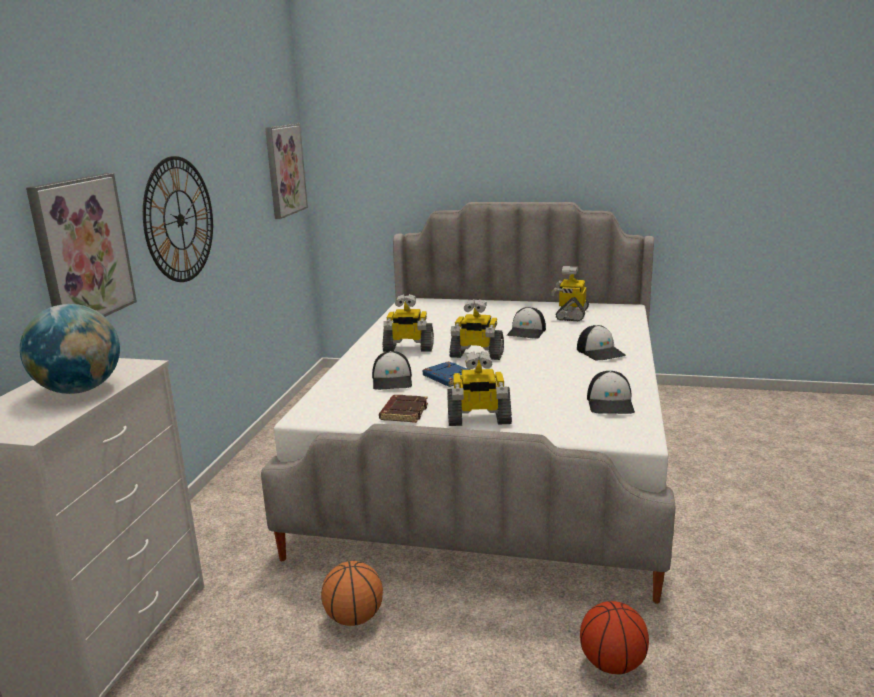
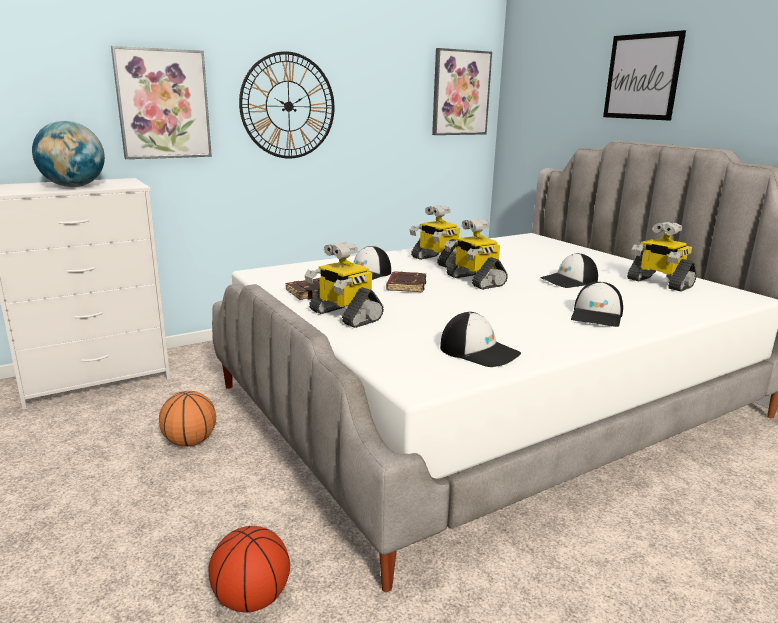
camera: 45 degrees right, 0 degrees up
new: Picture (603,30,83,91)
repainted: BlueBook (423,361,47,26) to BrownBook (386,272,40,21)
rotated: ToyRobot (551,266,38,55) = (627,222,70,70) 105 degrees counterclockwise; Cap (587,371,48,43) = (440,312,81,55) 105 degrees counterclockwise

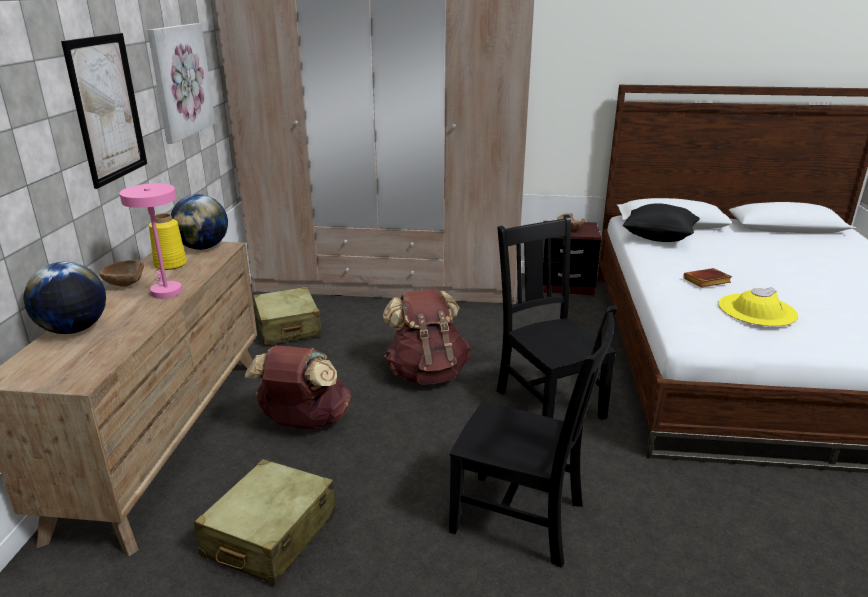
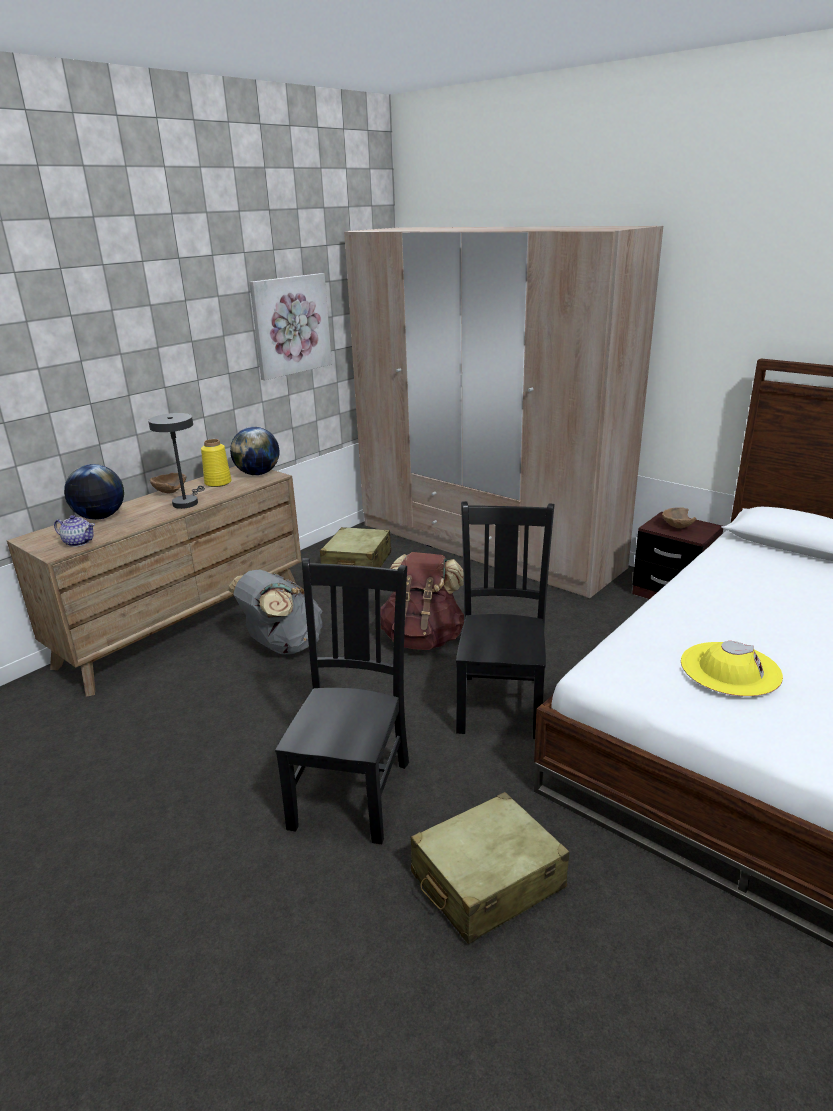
camera: 35 degrees right, 0 degrees up
gone: Picture (61,33,86,156); BlackPillow (622,203,78,39); BrownBook (683,268,49,19)
new: Teapot (54,515,41,32)
shifted: BeigeSuitcase (194,459,142,125) to (411,792,158,152)
repainted: PinkTableLamp (119,183,63,116) to GreyTableLamp (148,413,57,96); BrownBackpack (245,345,106,84) to GreyBackpack (227,570,96,85)
rotated: BlackChair (449,305,168,263) = (275,558,134,286) 135 degrees counterclockwise

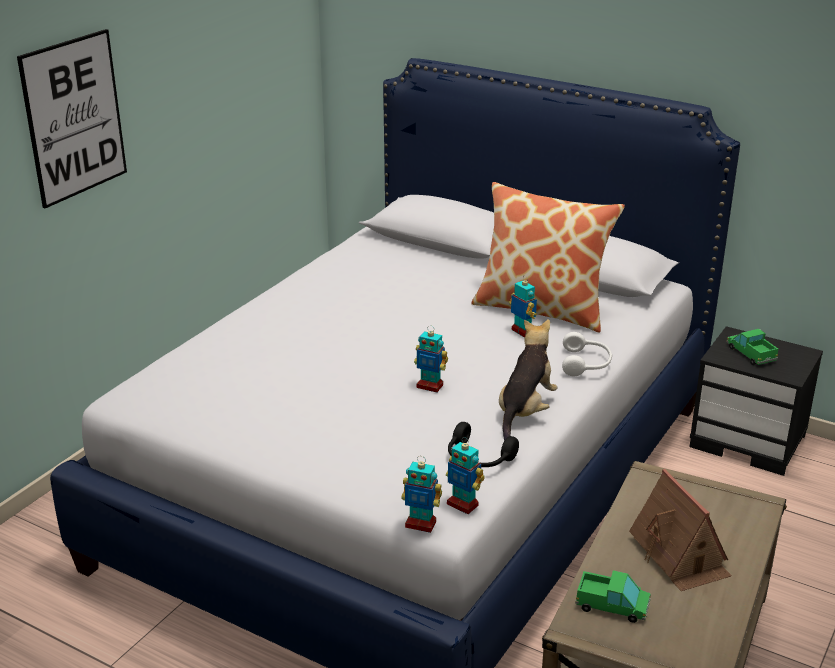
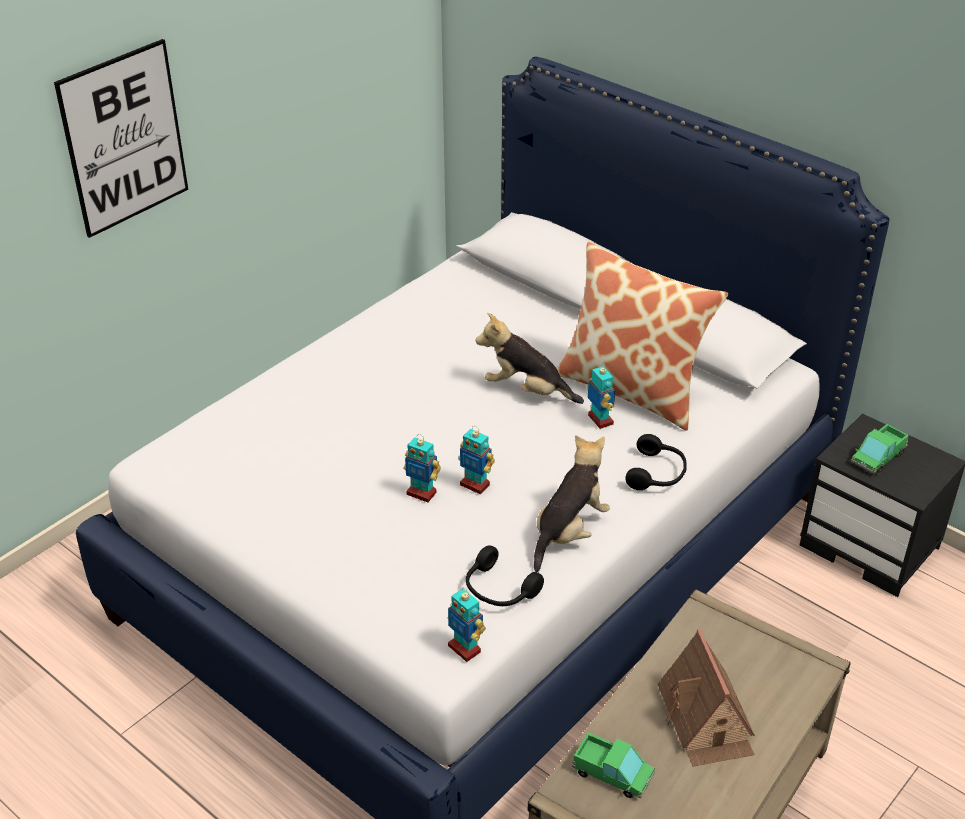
camera: 10 degrees right, 10 degrees up
new: PlushToy (476,313,108,91)
shifted: ToyRobot (401,456,41,77) to (403,434,38,68)
repainted: WhiteHeadphones (562,332,50,44) to BlackHeadphones (625,434,62,56)
rotated: ToyTruck (726,329,52,36) = (851,424,58,50) 120 degrees counterclockwise

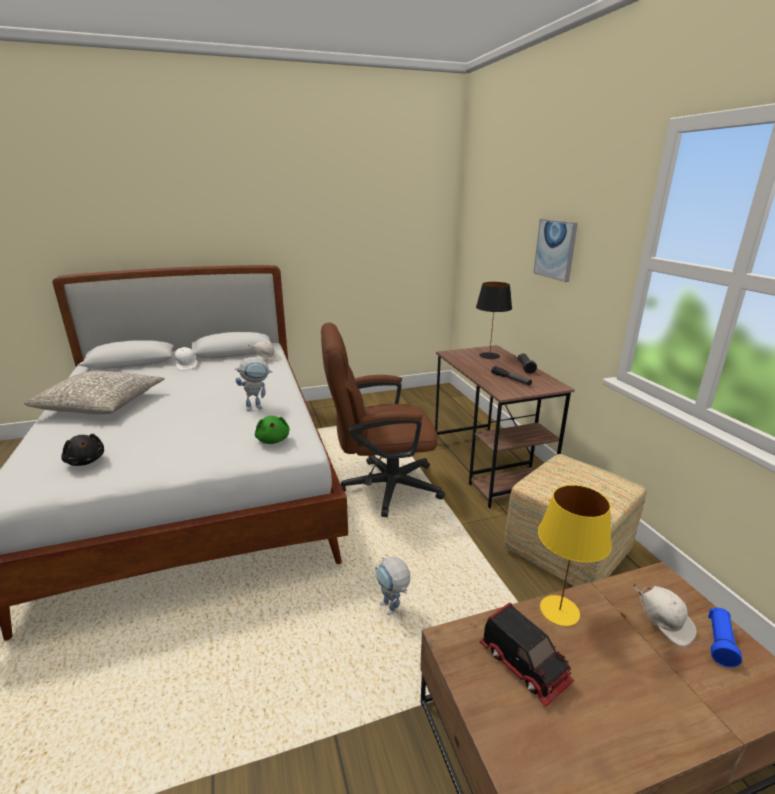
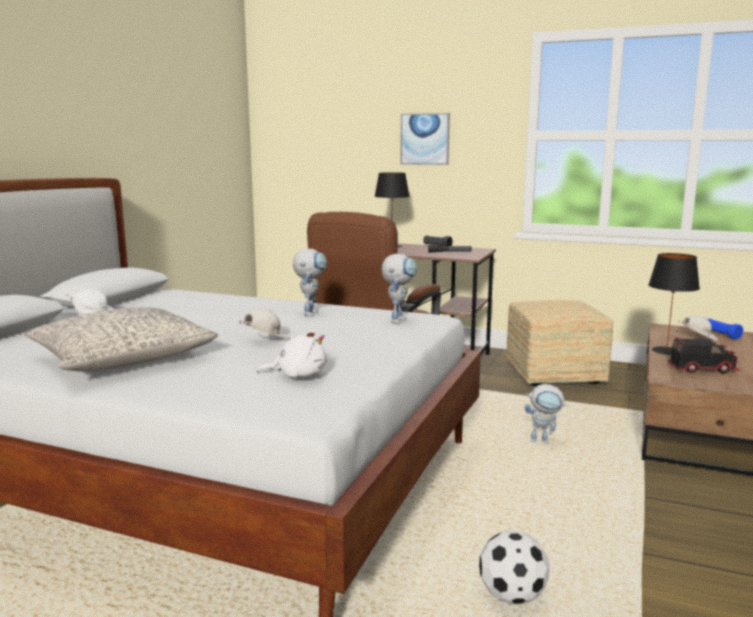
camera: 50 degrees left, 10 degrees down
new: Football (479,531,71,73)
shifted: WhiteCap (248,341,33,20) to (239,309,51,29)
swapped: GreenPlushToy (255,416,35,28) to ToyRobot (381,253,36,71)
repainted: BlackPlushToy (61,434,43,32) to WhitePlushToy (257,329,70,49); YellowTableLamp (538,485,74,141) to BlackTableLamp (648,253,52,102)

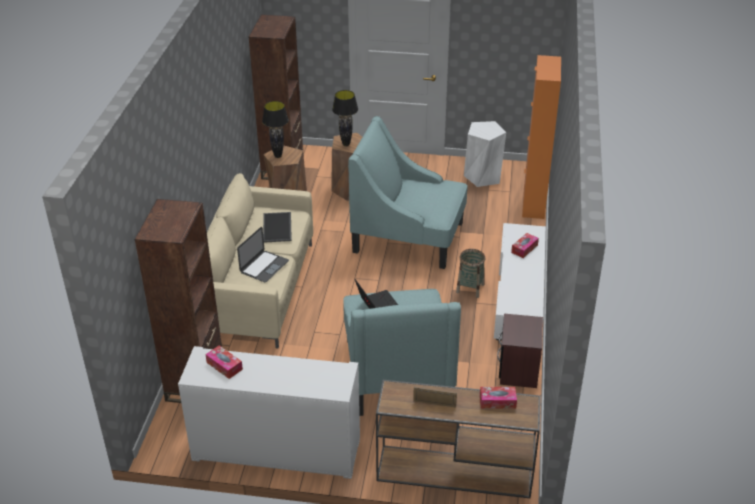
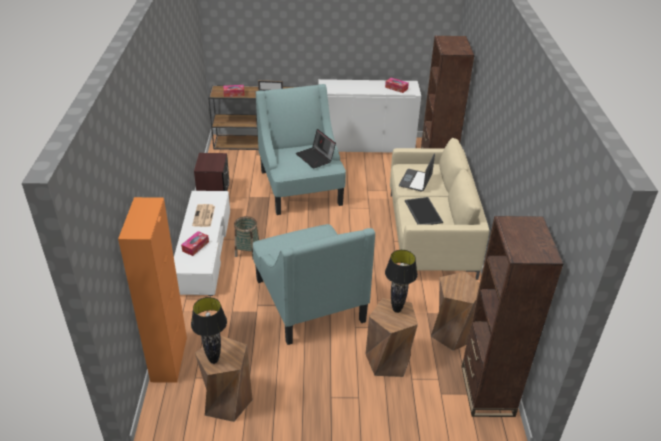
camera: 170 degrees right, 0 degrees up
new: Newspaper (192,204,23,23)
shifted: BlackTableLamp (262,101,27,57) to (191,297,36,67)
repainted: WhiteStool (464,121,42,66) to BrownStool (195,335,58,87)
rotated: TurquoiseArmchair (348,116,119,153) = (253,224,122,121) 60 degrees clockwise

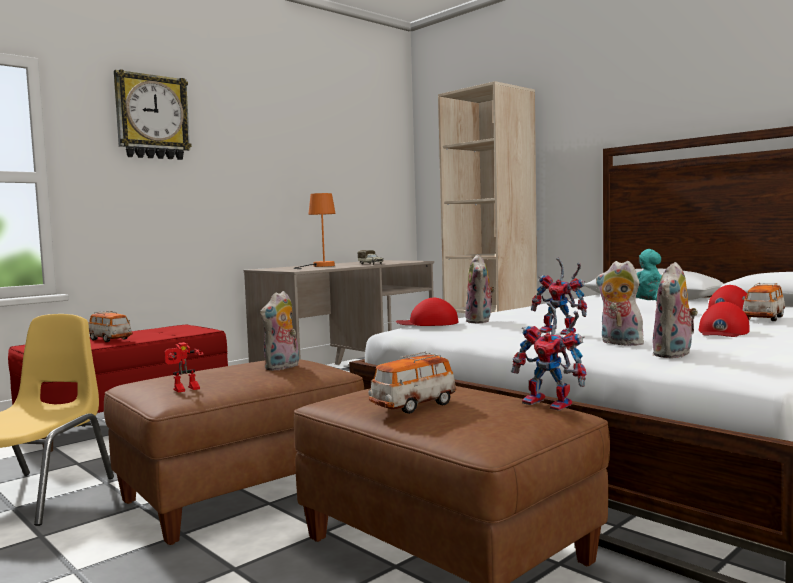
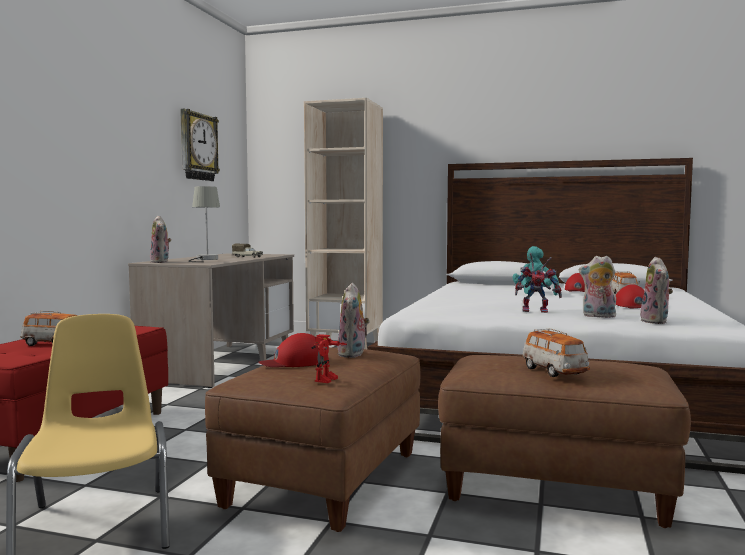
camera: 30 degrees left, 0 degrees up
gone: ToyRobot (511,302,75,109)
shifted: WallClock (114,69,78,91) to (180,109,40,72); RedCap (396,298,62,28) to (259,333,70,34); PlushToy (465,254,30,70) to (150,216,21,47)
repainted: OrangeTableLamp (294,193,42,76) to GreyTableLamp (188,186,32,76)
rotated: ToyCar (368,352,89,62) = (522,328,68,49) 45 degrees counterclockwise

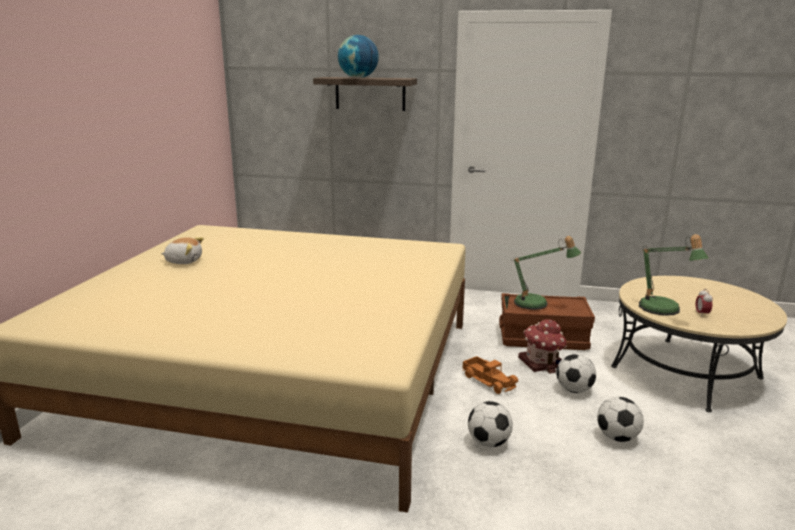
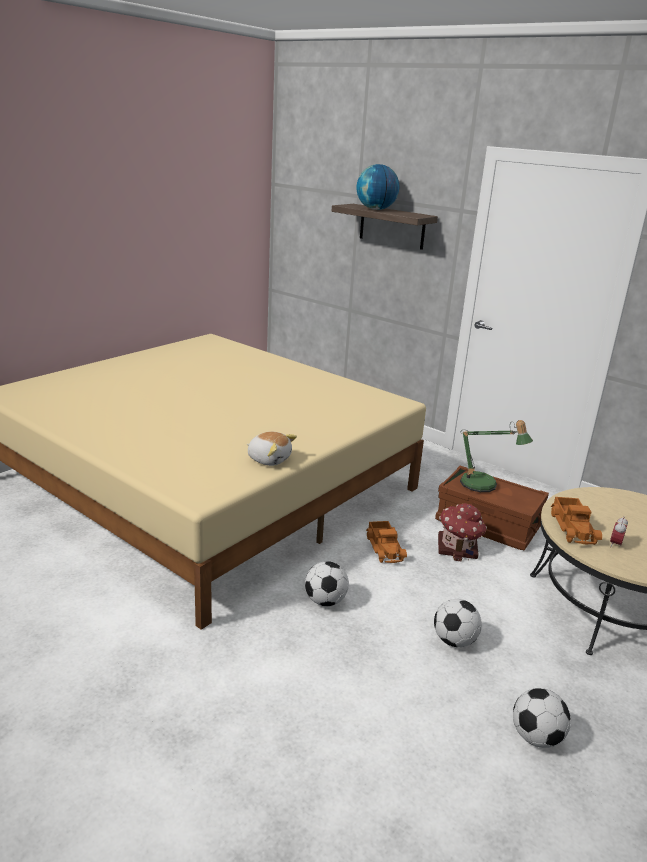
camera: 25 degrees right, 5 degrees up
shifted: PlushToy (161,237,43,27) to (247,432,50,34); Football (556,354,40,39) to (513,688,58,60)
swapped: TableLamp (639,234,70,82) to ToyTruck (550,497,52,48)

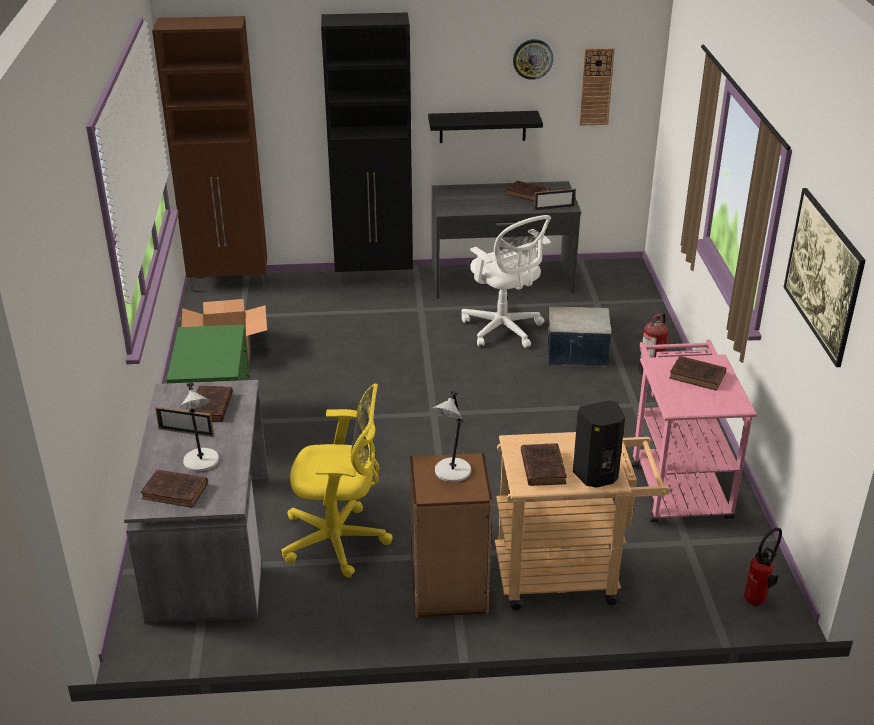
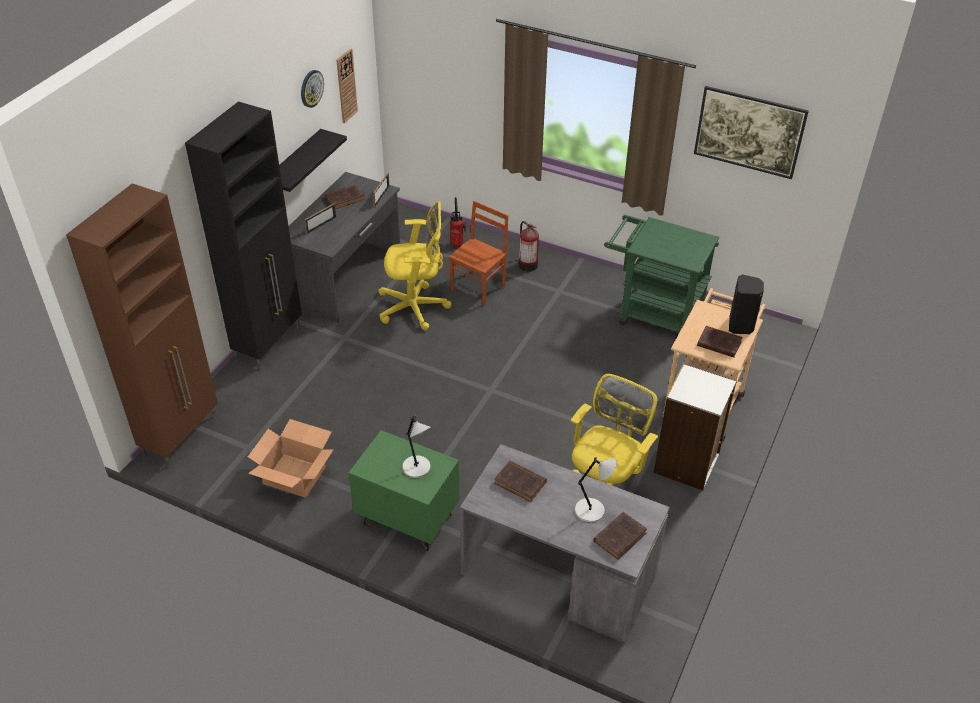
camera: 60 degrees left, 10 degrees up
gone: BrownBook (669,356,57,35)
shifted: PictureFrame (155,406,59,31) to (304,203,33,32); GreyTableLamp (433,391,38,91) to (402,416,29,62); FireExtinguisher (744,528,38,78) to (450,197,16,51)
swapped: StorageBox (547,306,65,62) to BrownChair (449,201,59,105)
repainted: BrownBookcase (410,453,83,165) to WhiteBookcase (654,363,83,127); WhiteOfficeChair (461,215,90,133) to YellowOfficeChair (379,201,72,129); PinkCart (630,340,127,183) to GreenCart (604,215,115,118)

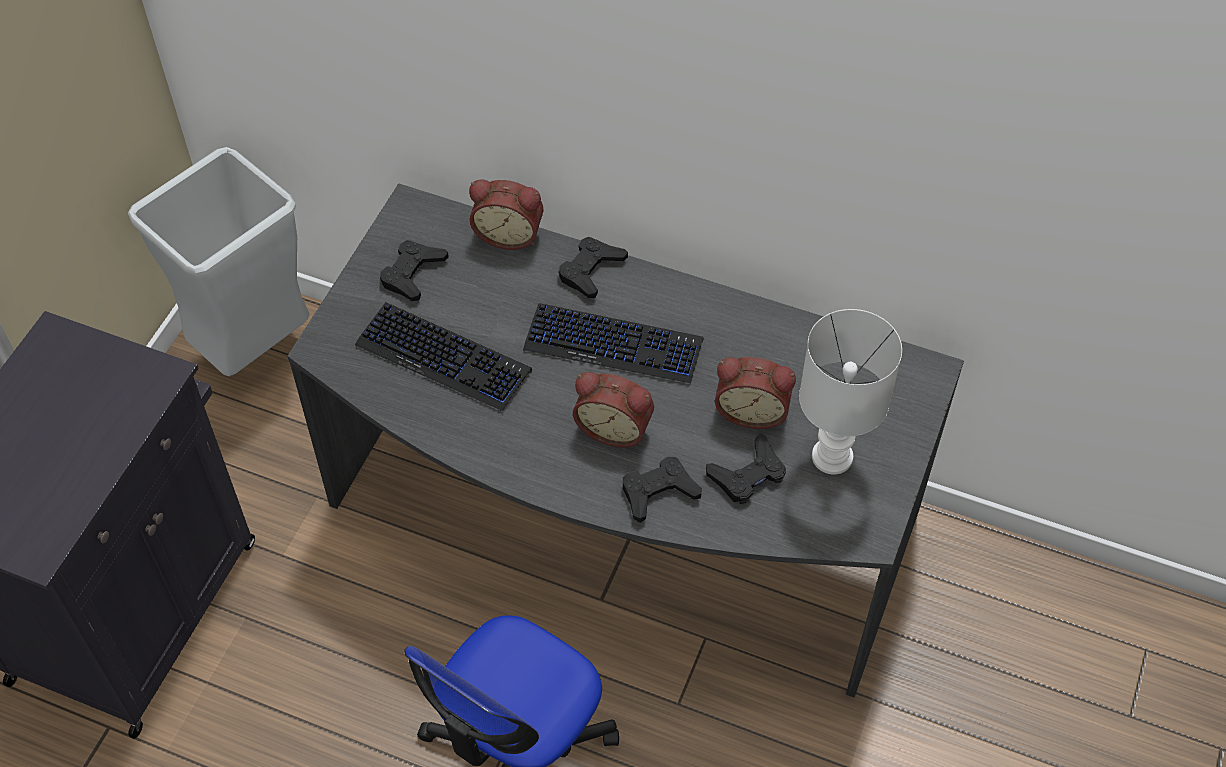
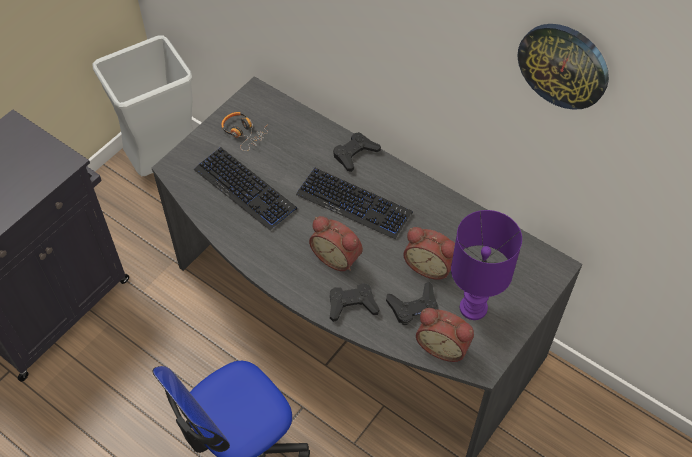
camera: 15 degrees right, 0 degrees up
new: WallClock (517,24,92,86)
shifted: AlarmClock (469,179,74,71) to (416,308,58,54)
swapped: BlackGameController (380,240,69,61) to Headphones (221,112,47,39)
repainted: WhiteTableLamp (799,309,103,166) to PurpleTableLamp (451,210,71,110)

